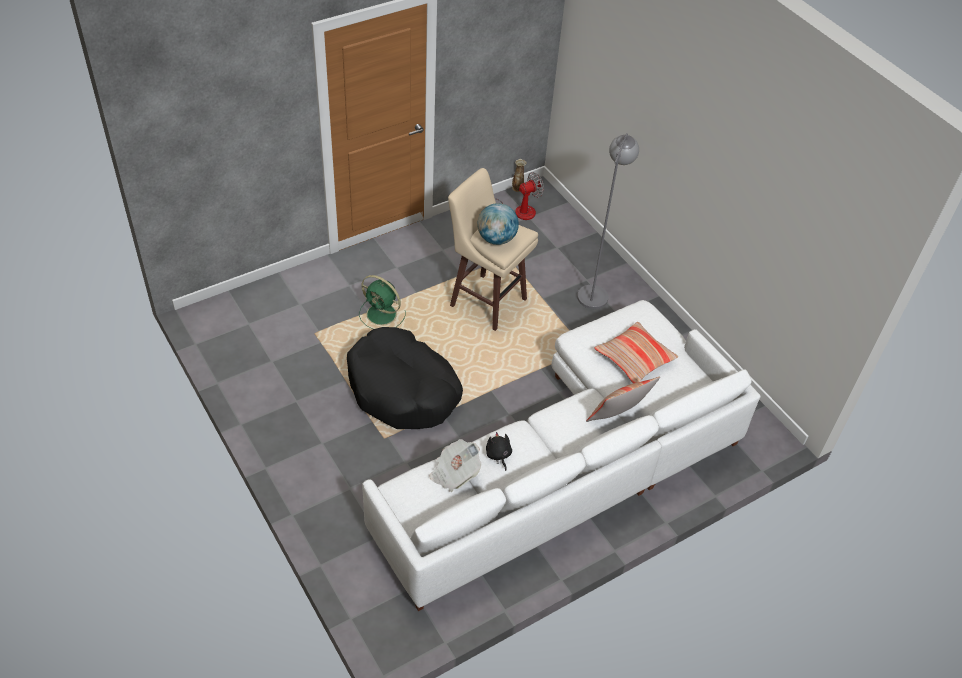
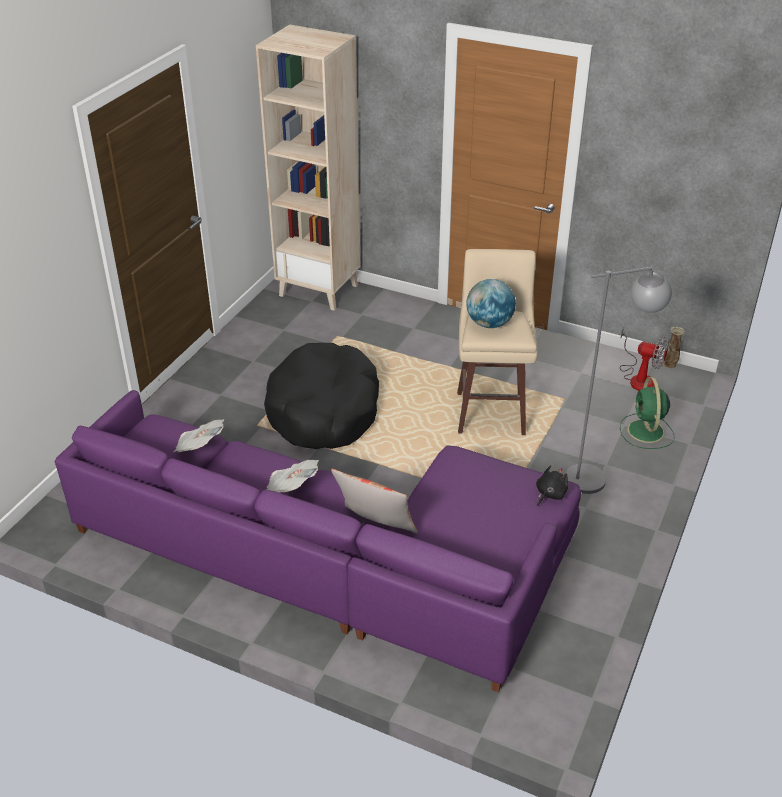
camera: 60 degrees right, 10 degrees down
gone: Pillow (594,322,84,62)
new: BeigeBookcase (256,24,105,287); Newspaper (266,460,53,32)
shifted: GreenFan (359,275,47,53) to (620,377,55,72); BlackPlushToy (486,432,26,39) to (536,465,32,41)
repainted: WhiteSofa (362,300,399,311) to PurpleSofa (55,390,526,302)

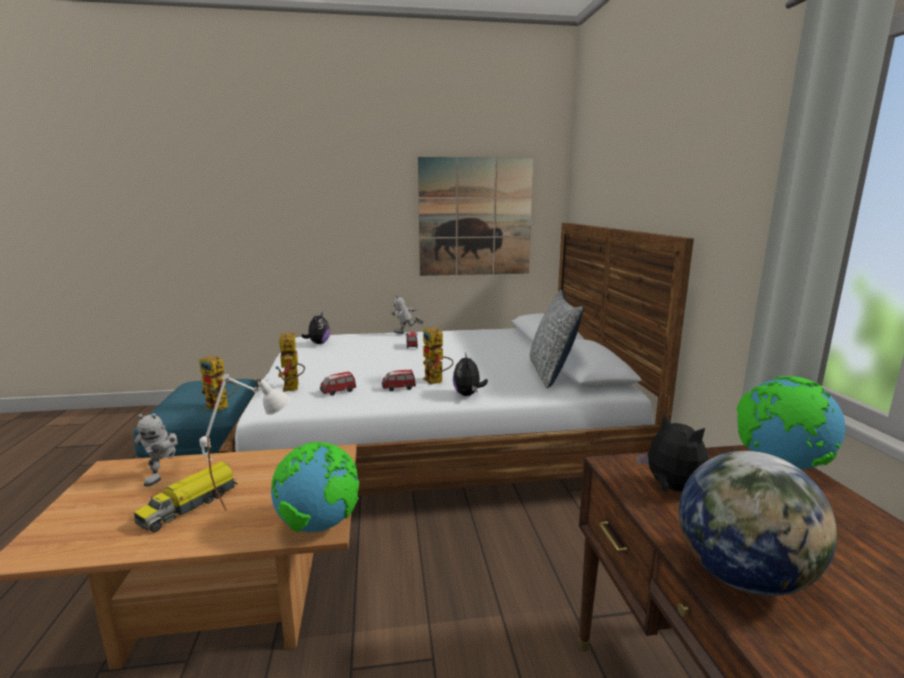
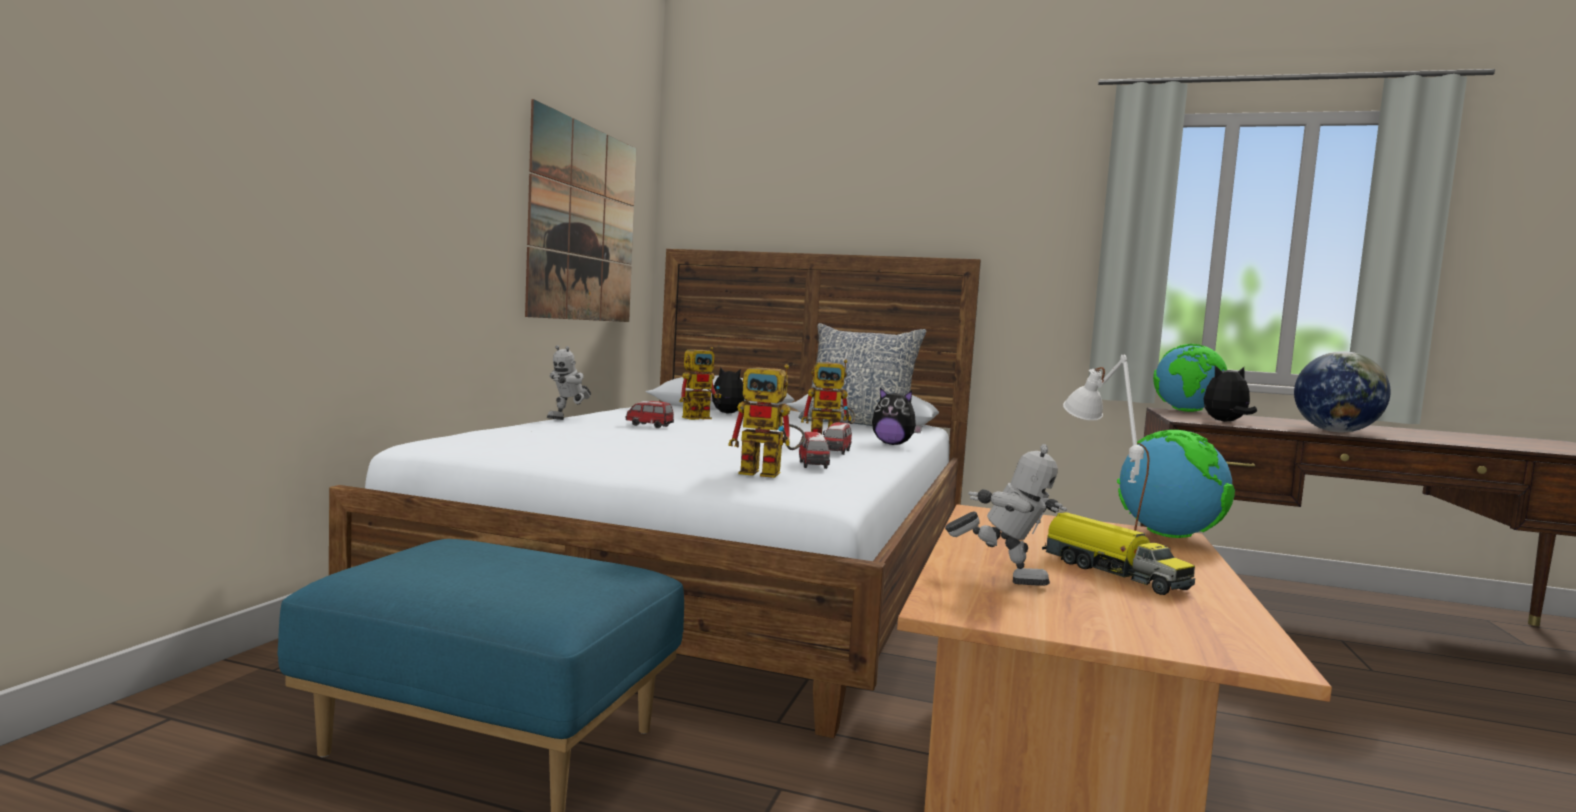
camera: 65 degrees left, 10 degrees down
shifted: ToyRobot (199,356,39,56) to (680,347,41,73); PlushToy (301,312,29,32) to (710,367,35,47)

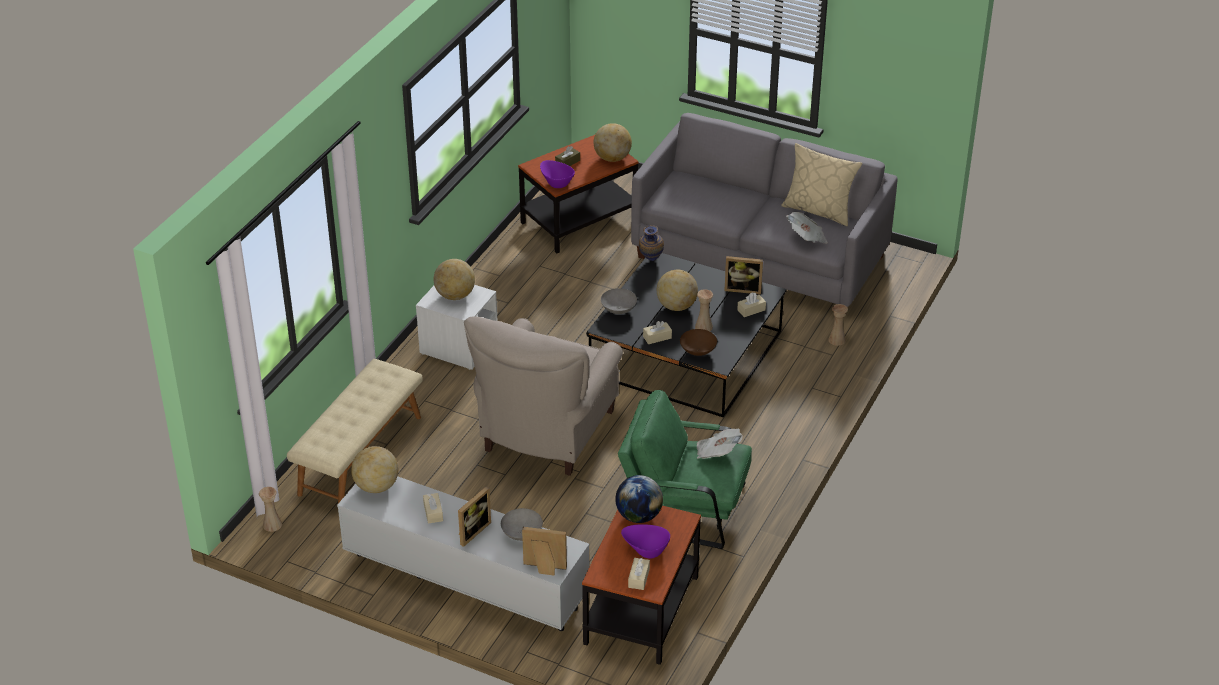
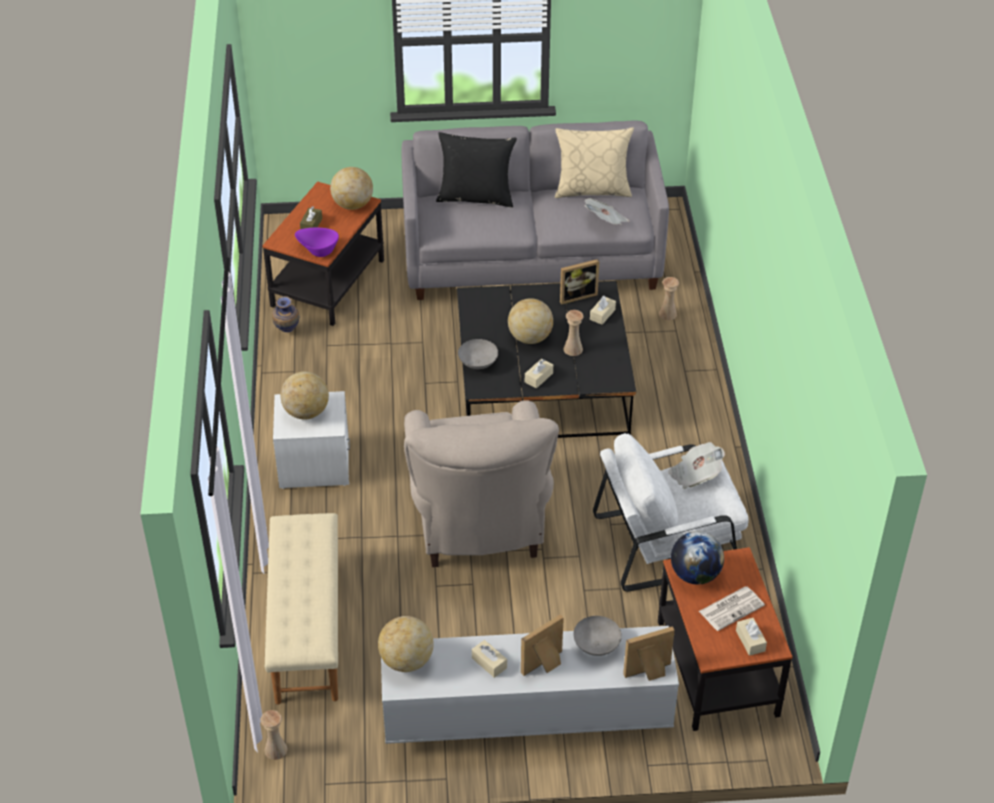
camera: 30 degrees left, 5 degrees up
gone: BrownBowl (680,329,37,27)
new: BlackPillow (436,132,81,76)
shifted: Vase (639,225,25,36) to (272,296,27,36)
swapped: PurpleBowl (621,524,49,35) to Newspaper (699,587,66,44)
repainted: GreenArmchair (618,390,134,159) to WhiteArmchair (593,433,156,159)
rotated: PictureFrame (458,487,33,60) = (521,614,43,62) 135 degrees counterclockwise

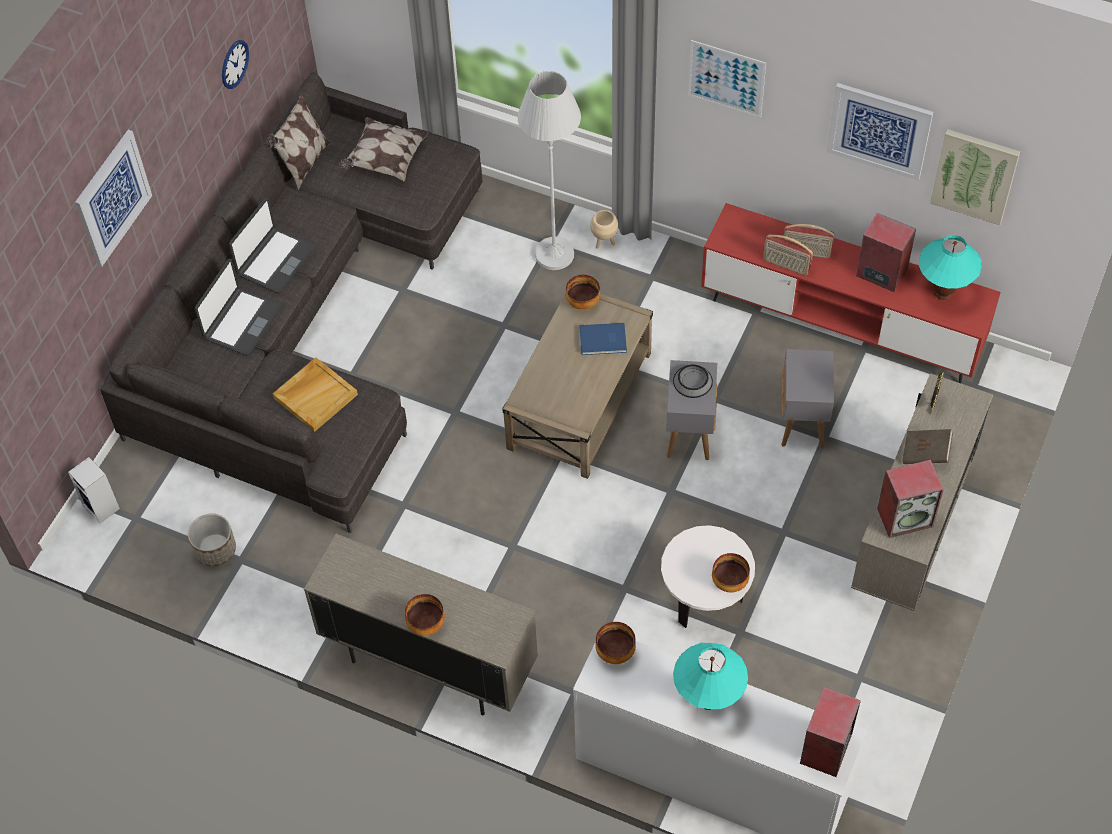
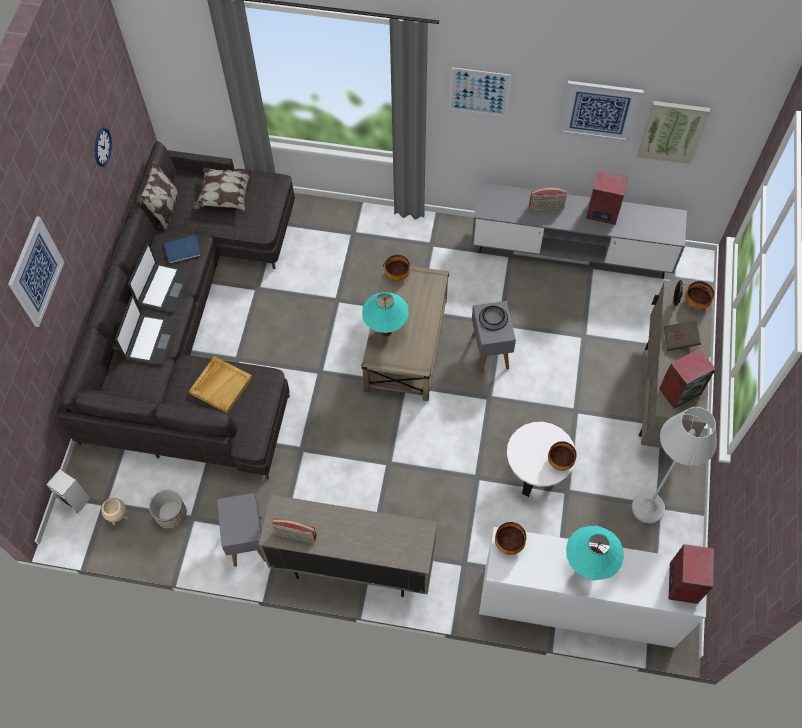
camera: 15 degrees left, 5 degrees up
shifted: Bowl (405,594,40,42) to (685,281,29,28); WhiteFloorLamp (518,71,63,199) to (632,407,85,116); BlueBook (579,323,48,32) to (164,235,37,29); BeigePlanter (590,210,28,39) to (101,498,28,27); Radio (763,234,50,42) to (272,518,45,25); GreySideTable (781,349,53,99) to (217,493,49,74); TurquoiseTableLamp (919,235,63,65) to (362,292,47,44)
repainted: RedTvStand (701,203,300,180) to GreyTvStand (471,183,216,96)

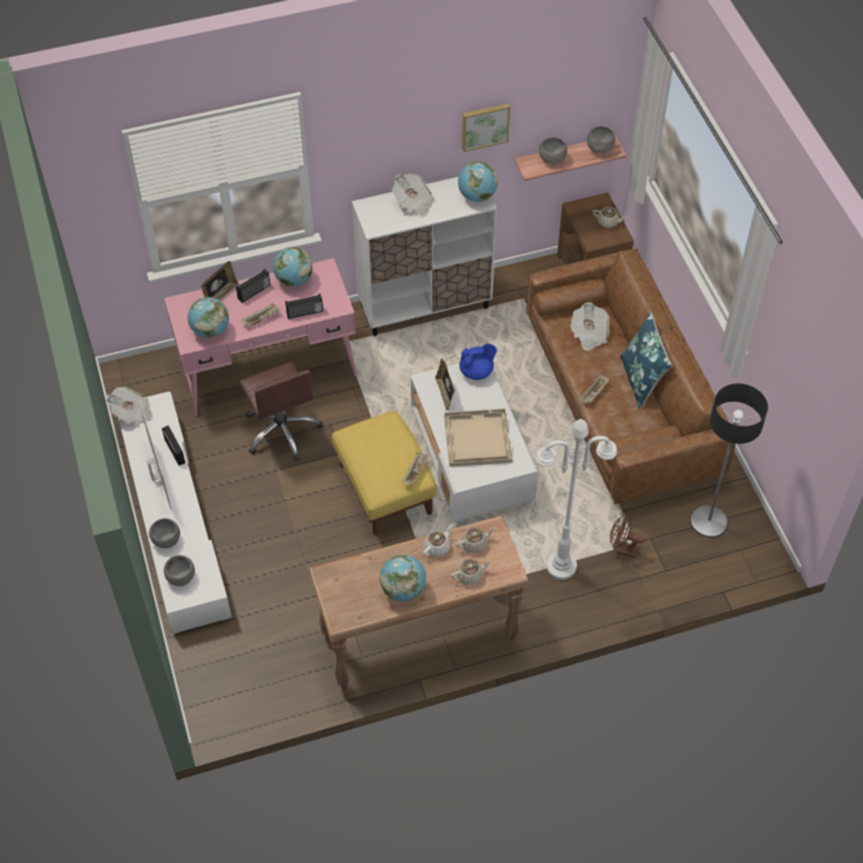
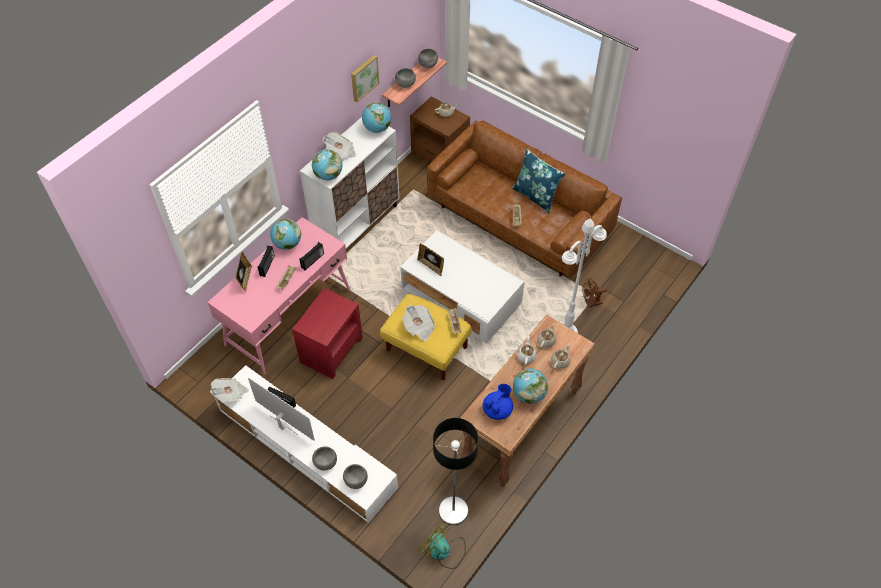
camera: 35 degrees left, 0 degrees up
gone: BeigeTray (444,408,68,59)
new: Fan (419,523,47,46)
shifted: Globe (188,297,41,41) to (312,150,30,30); BlueTeapot (459,344,38,36) to (483,384,30,36); Newspaper (570,303,40,48) to (402,305,34,36); FloorLamp (690,384,78,154) to (433,418,45,107)
swapped: BrownOfficeChair (240,362,83,99) to RedSideTable (292,288,71,91)

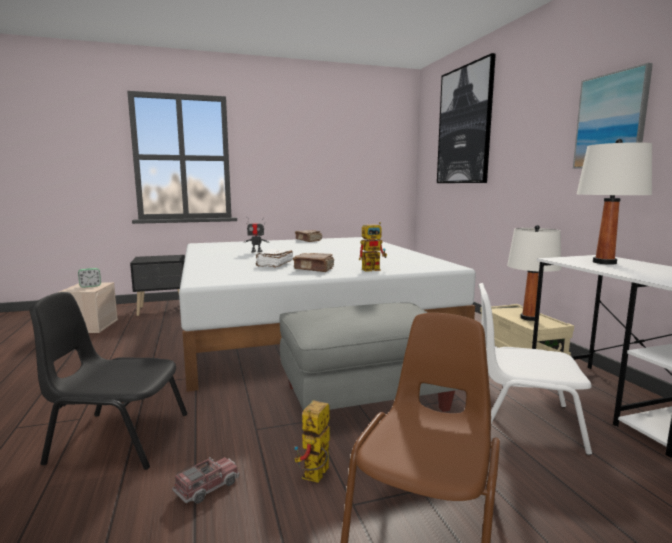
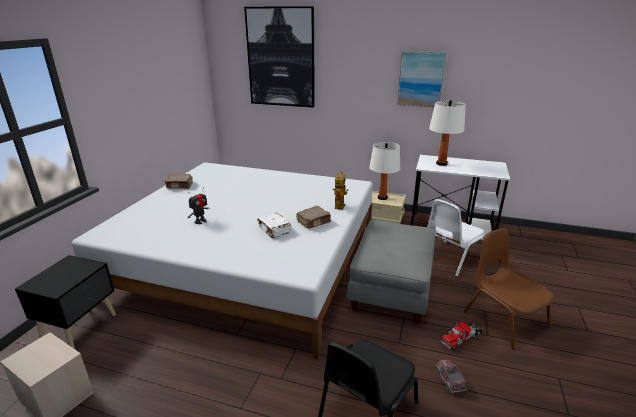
camera: 55 degrees left, 15 degrees up
gone: AlarmClock (78,268,23,20)
swapped: ToyRobot (294,400,36,83) to ToyTruck (441,322,41,28)

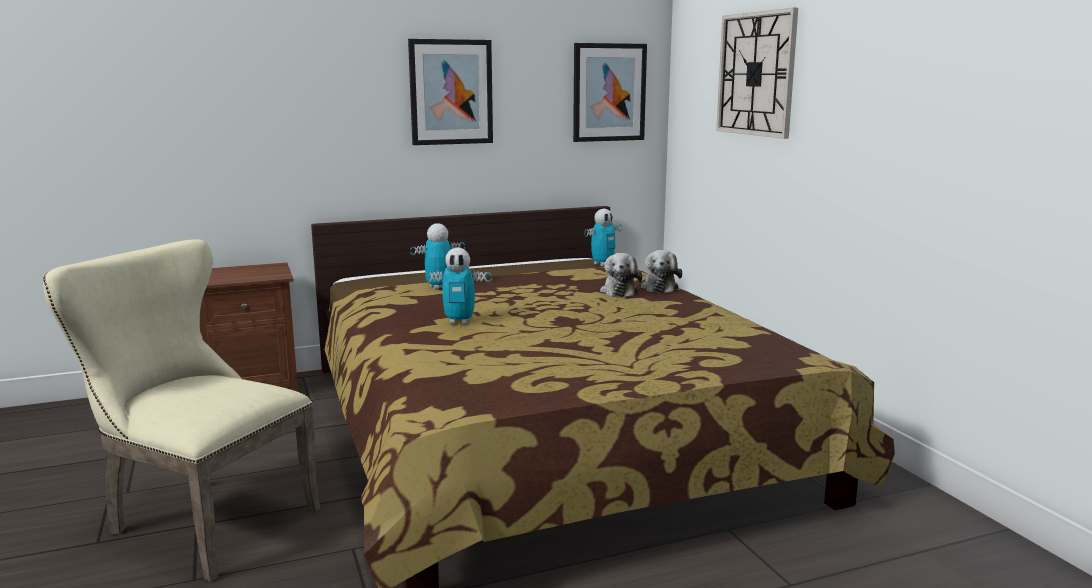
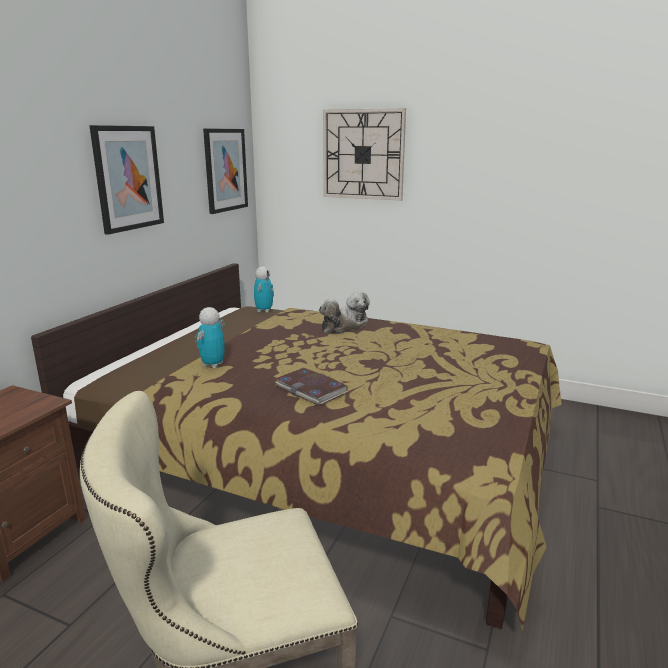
camera: 45 degrees left, 5 degrees up
swapped: ToyRobot (425,248,66,76) to Book (275,368,73,38)
rotated: PlushToy (600,253,42,44) = (319,298,48,36) 120 degrees clockwise

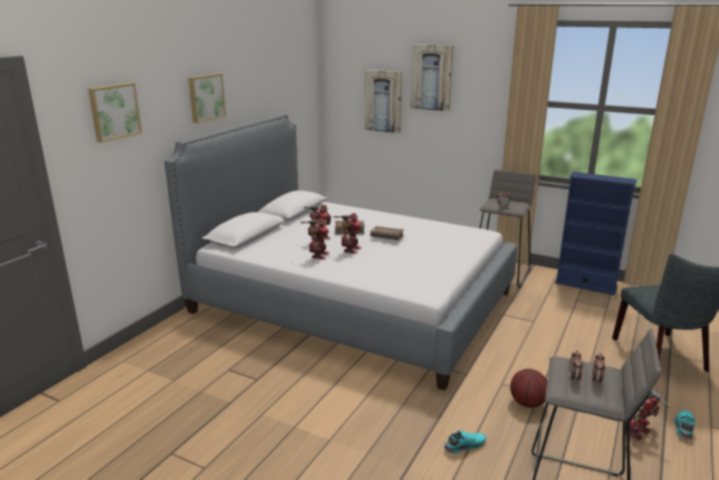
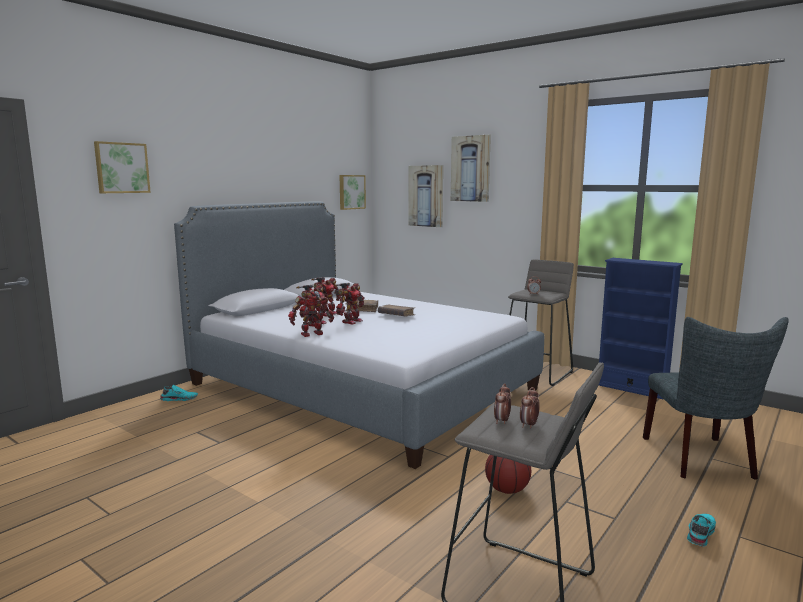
camera: 10 degrees right, 10 degrees down
shifted: Picture (188,73,38,50) to (340,175,26,35); TurquoiseShoe (444,430,42,24) to (160,385,38,16); ToyRobot (625,390,47,51) to (288,291,46,46)

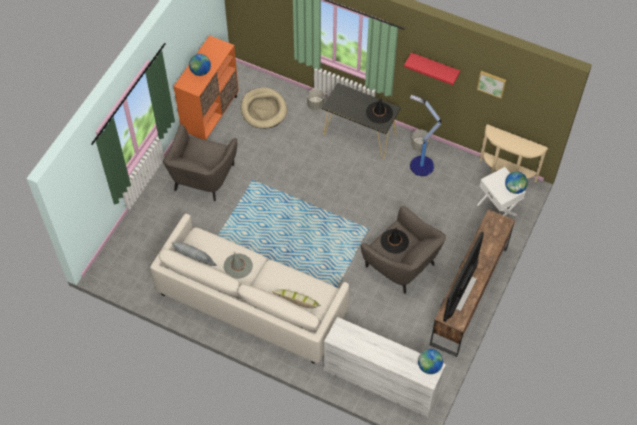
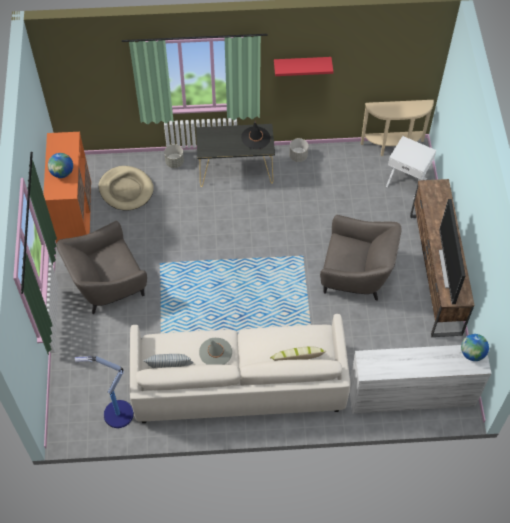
camera: 30 degrees left, 0 degrees up
gone: BlackHat (381,227,28,27); Picture (477,71,29,28); Globe (505,172,23,22)
shifted: FloorLamp (410,95,31,81) to (75,356,59,72)
rotated: GreyArmchair (163,124,74,77) = (57,221,90,93) 75 degrees clockwise

